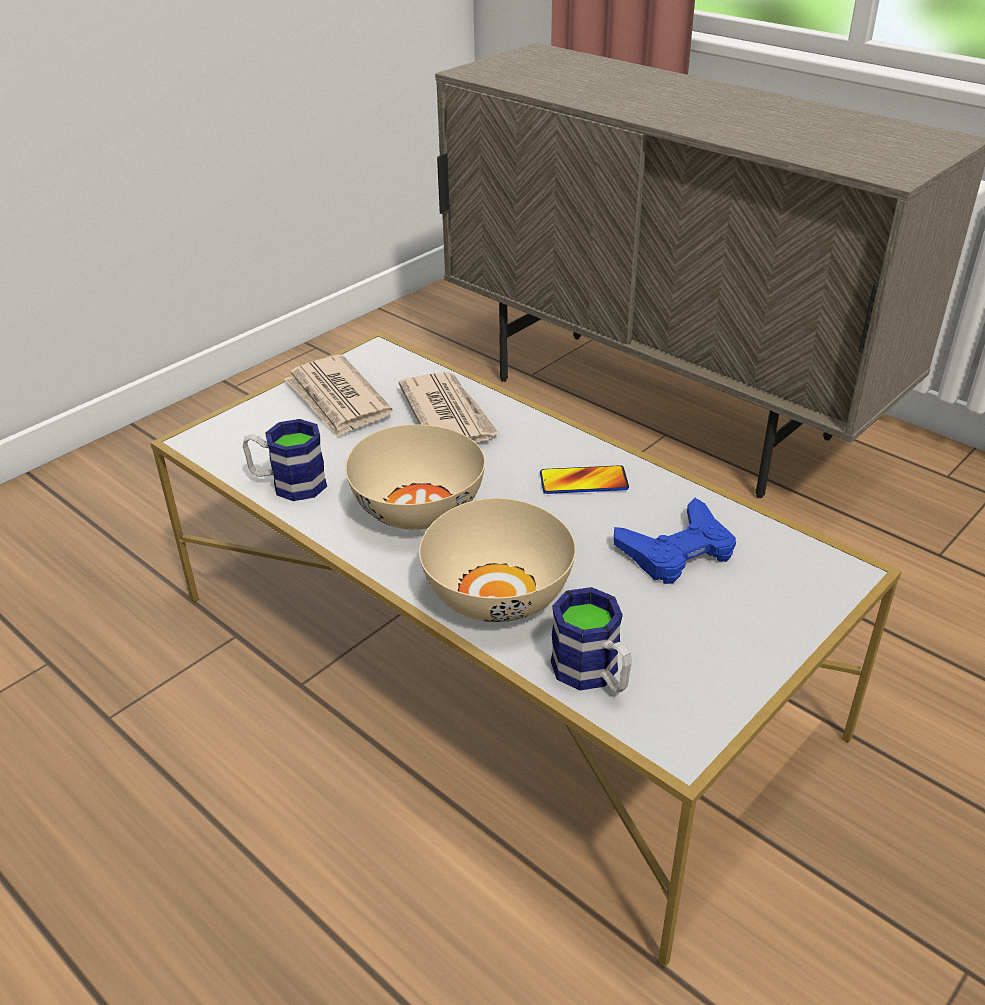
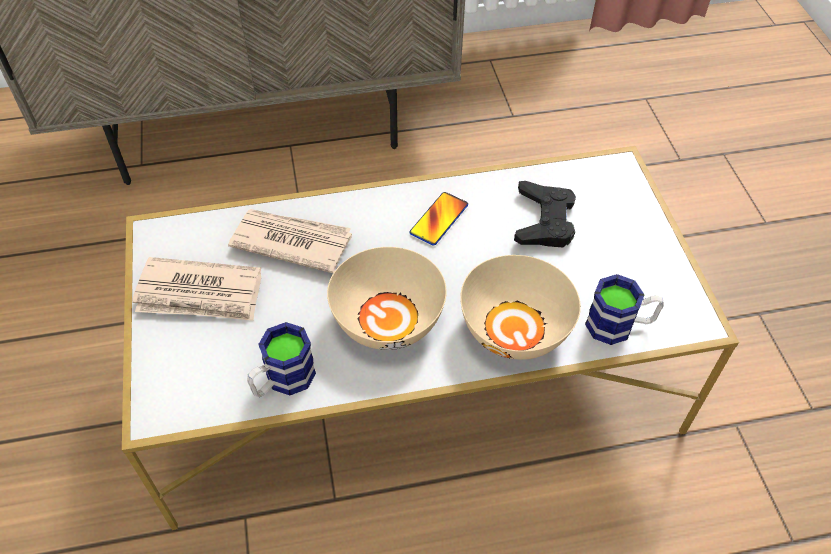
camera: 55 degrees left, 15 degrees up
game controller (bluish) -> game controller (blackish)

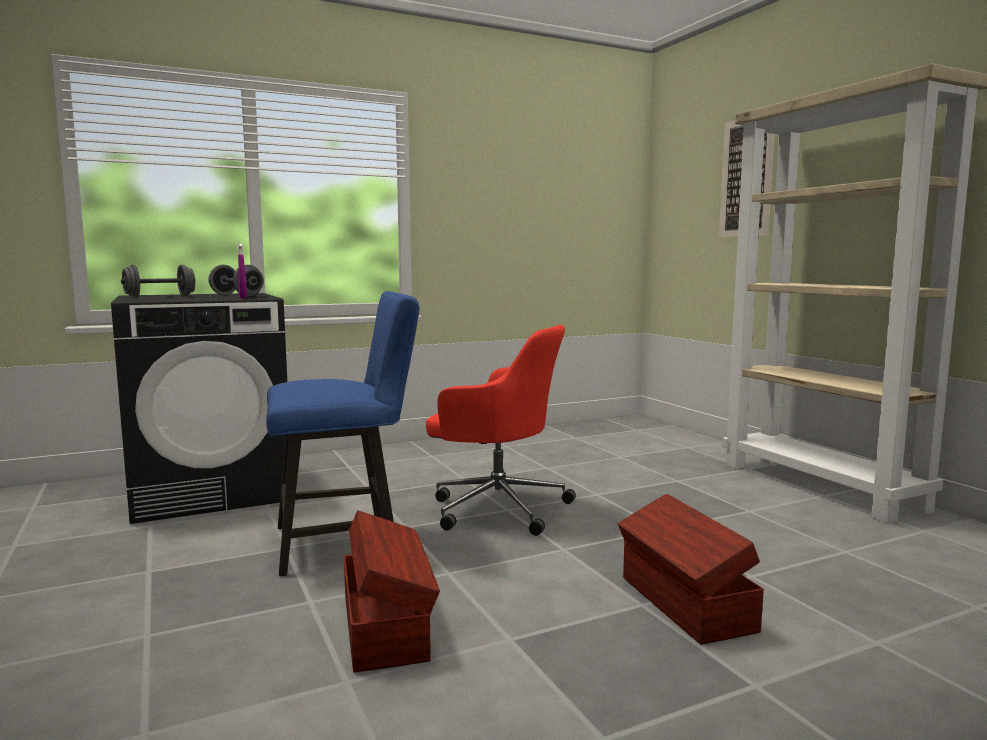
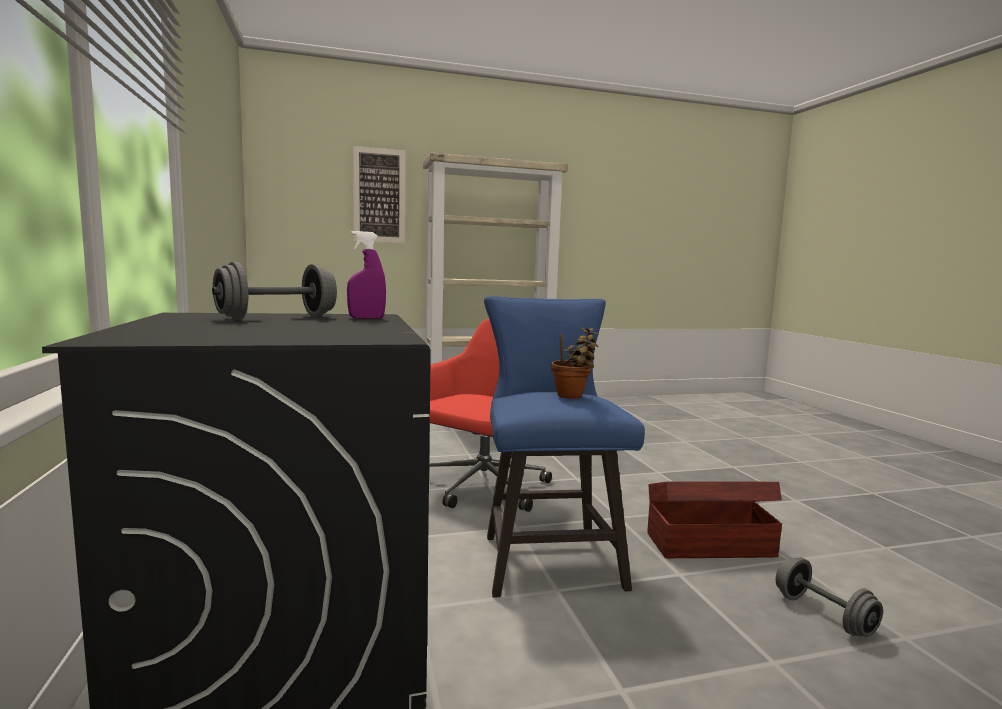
camera: 80 degrees left, 0 degrees up
none -> potted plant
dumbbell (greyish) (no. 1 from left in the first image) -> dumbbell (greyish) (no. 2 from left), shifted
storage bin (brown-coloured) (no. 2 from left) -> none

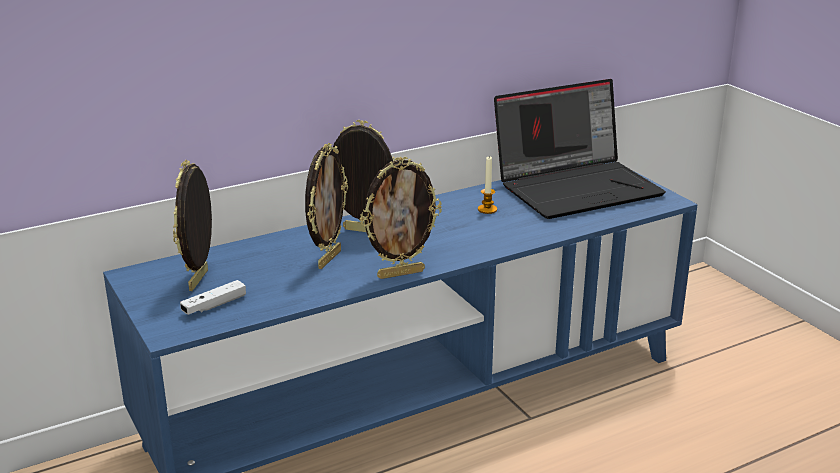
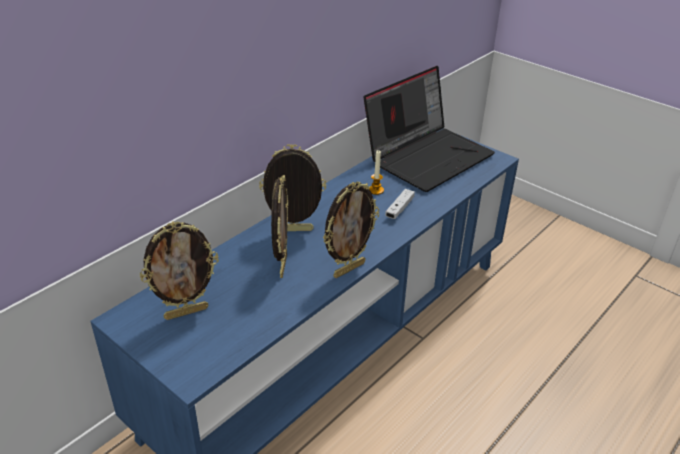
camera: 20 degrees left, 10 degrees up
photo frame (no. 1 from left), 105 degrees counterclockwise
game controller (white-coloured), shifted

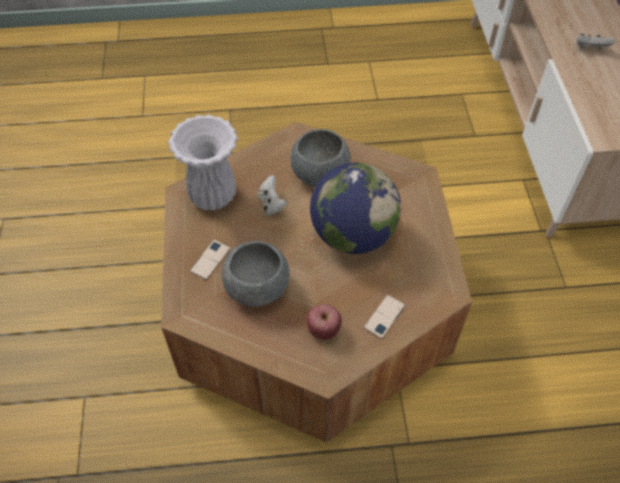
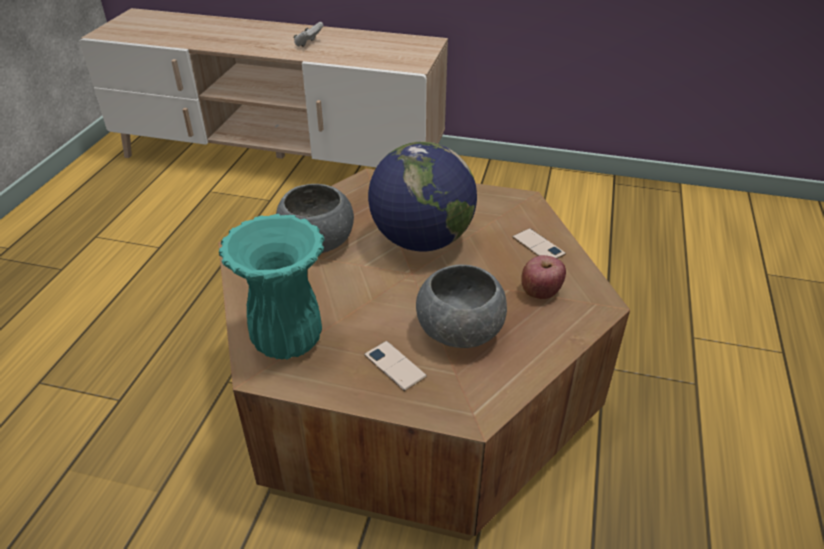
camera: 70 degrees left, 15 degrees down
vase (white-coloured) -> vase (turquoise-coloured)
game controller (white-coloured) (no. 1 from left) -> none

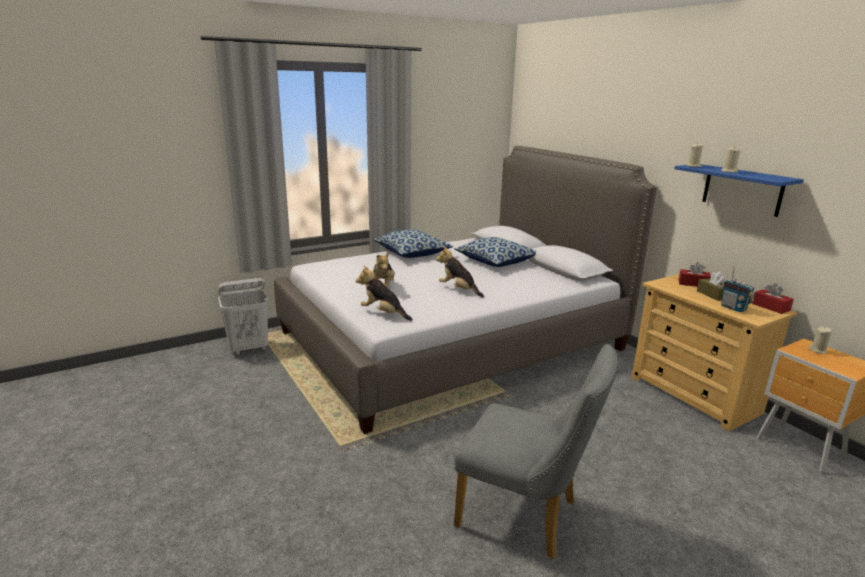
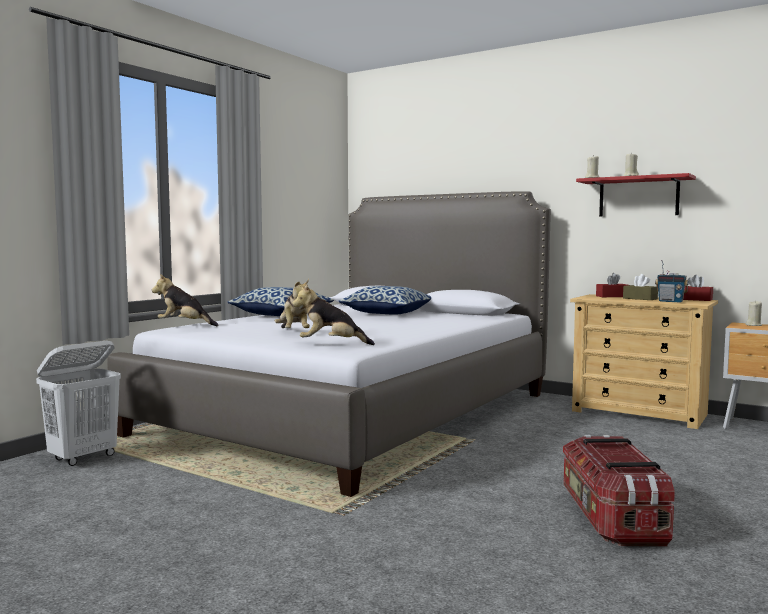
camera: 25 degrees left, 15 degrees down
plush toy (no. 3 from left in the first image) -> plush toy (no. 1 from left), shifted
plain chair (greyish) -> storage bin
bracket shelf (bluish) -> bracket shelf (reddish)

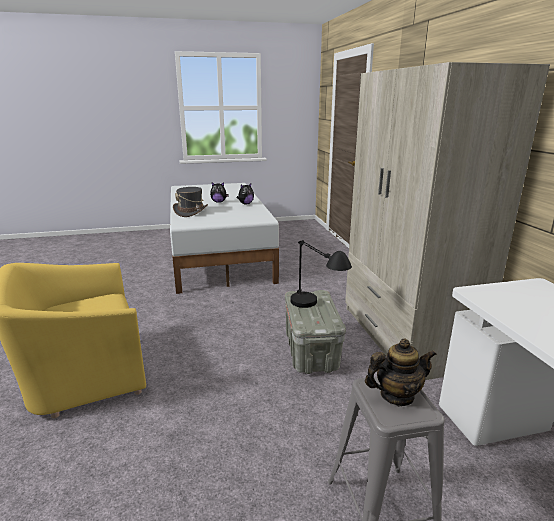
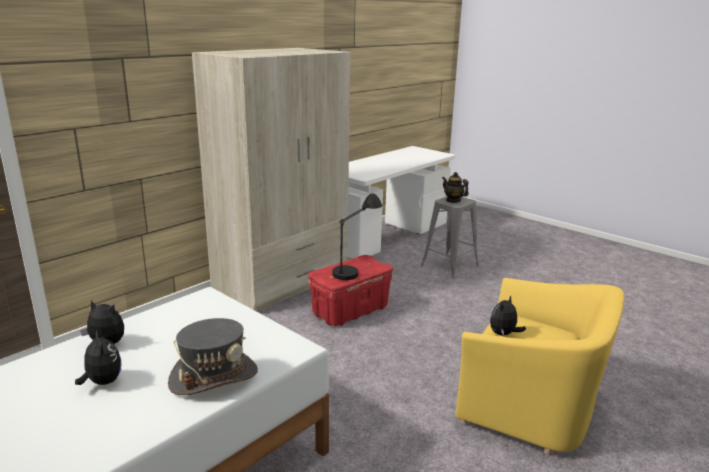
camera: 125 degrees left, 0 degrees up
storage bin (greyish) -> storage bin (reddish)
none -> plush toy (no. 3 from left)

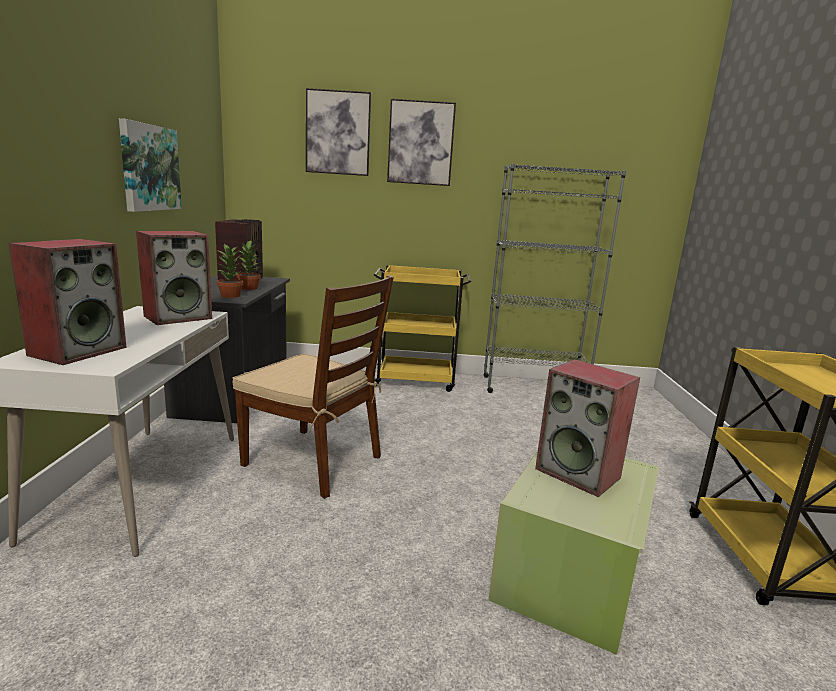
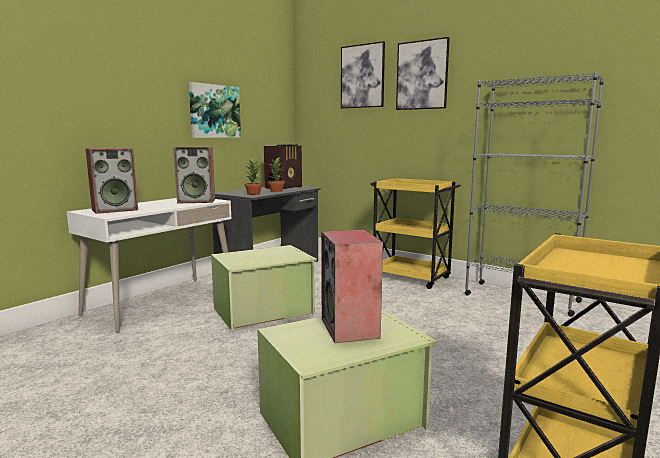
camera: 35 degrees right, 5 degrees down
plain chair (brown-coloured) -> storage bin (green-coloured) (no. 1 from left)

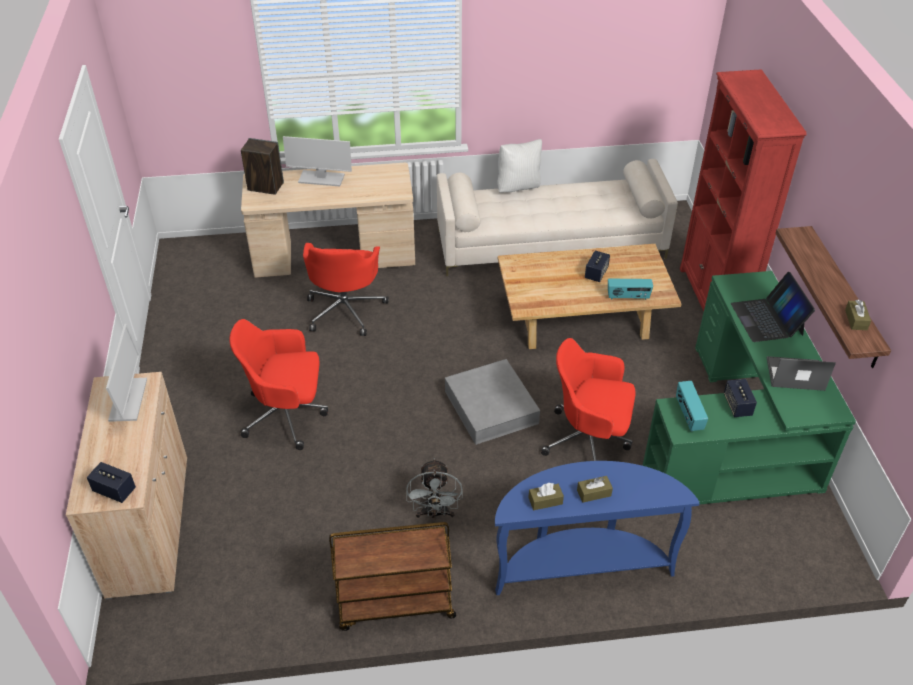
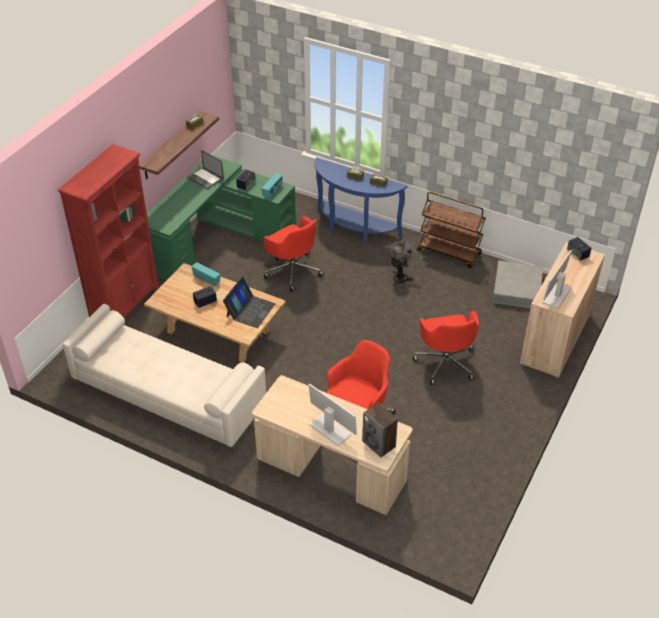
camera: 145 degrees left, 0 degrees up
portable computer (no. 1 from left in the first image) -> portable computer (no. 2 from left), shifted
desk chair (reddish) (no. 1 from left in the first image) -> desk chair (reddish) (no. 3 from left), 45 degrees clockwise
storage bin (greyish), shifted
cushion (white-coloured) -> none

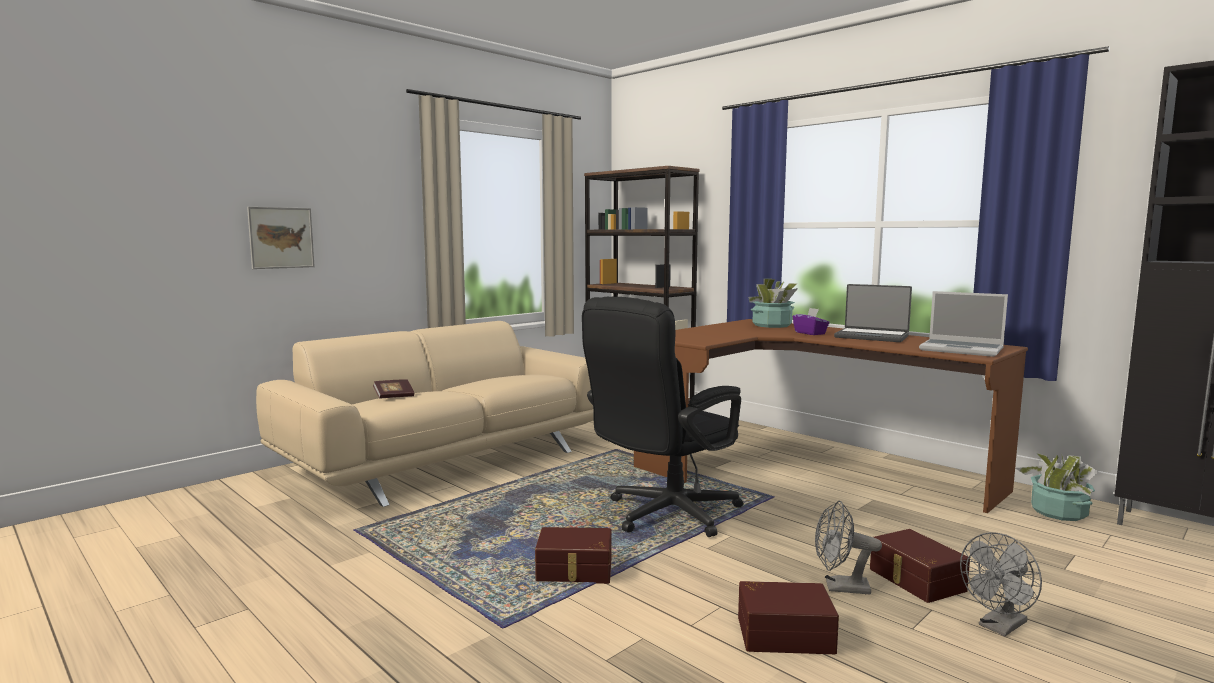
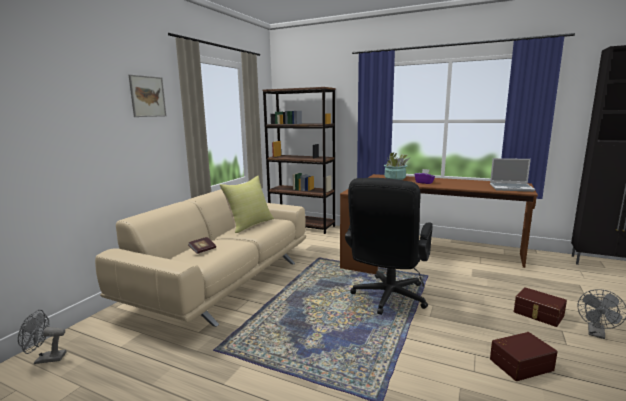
camera: 20 degrees left, 5 degrees up
fan (greyish) (no. 1 from left), shifted
picture, shifted
none -> cushion (yellow-coloured)
storage bin (brown-coloured) (no. 1 from left) -> none
portable computer (no. 1 from left) -> none
potted plant (no. 2 from left) -> none

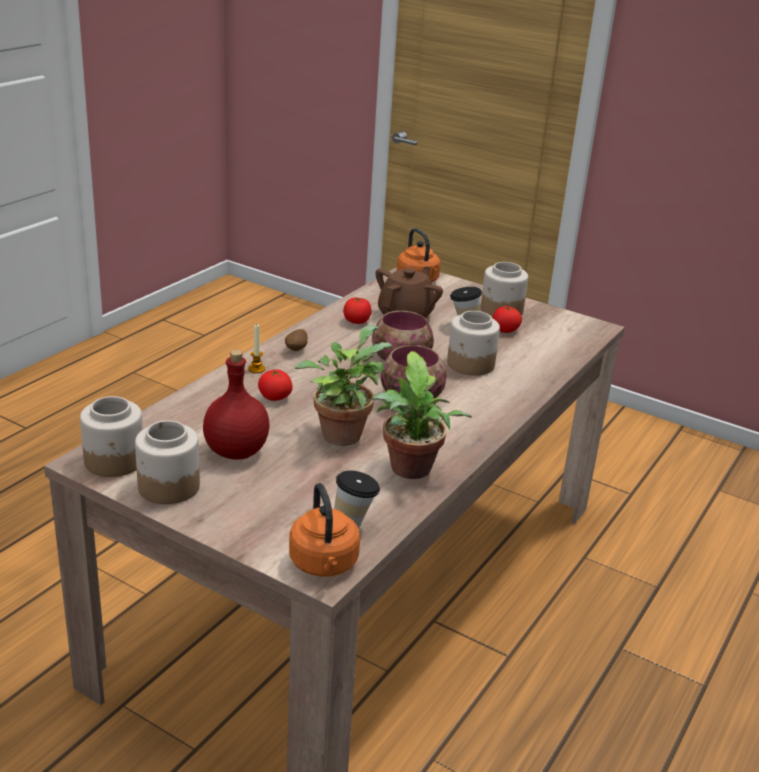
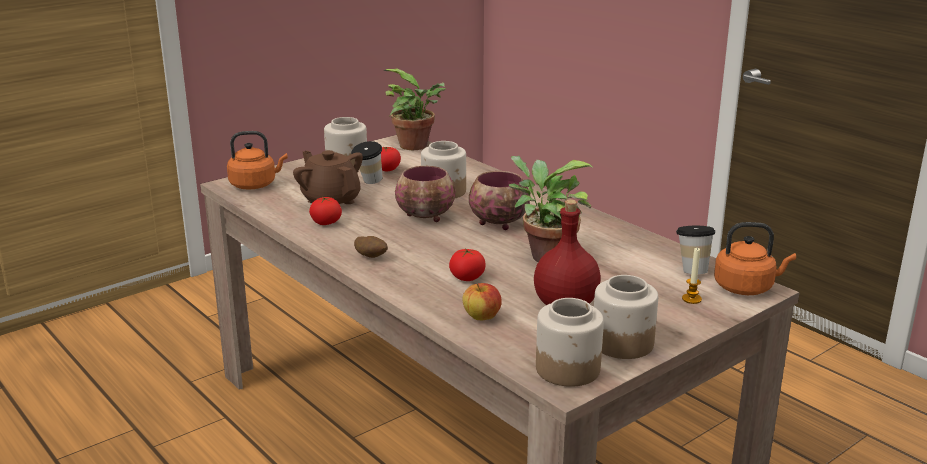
camera: 70 degrees left, 5 degrees down
potted plant (no. 2 from left in the first image) -> potted plant (no. 1 from left), shifted
none -> whole apple
wax candle, shifted

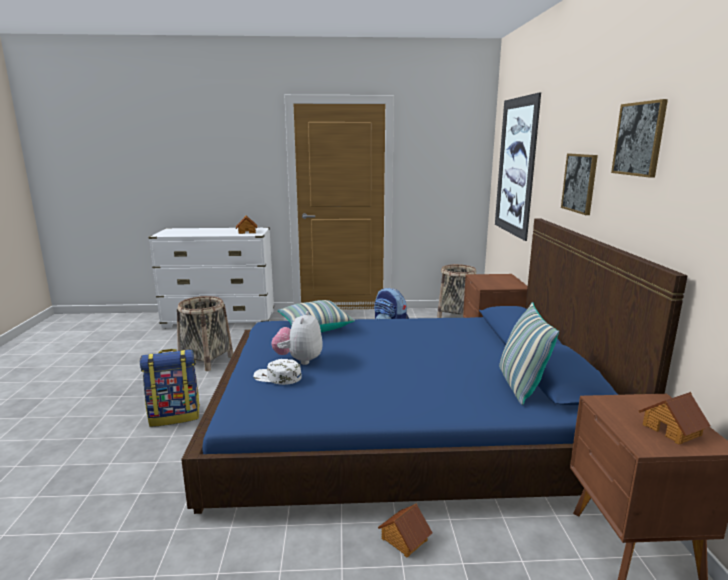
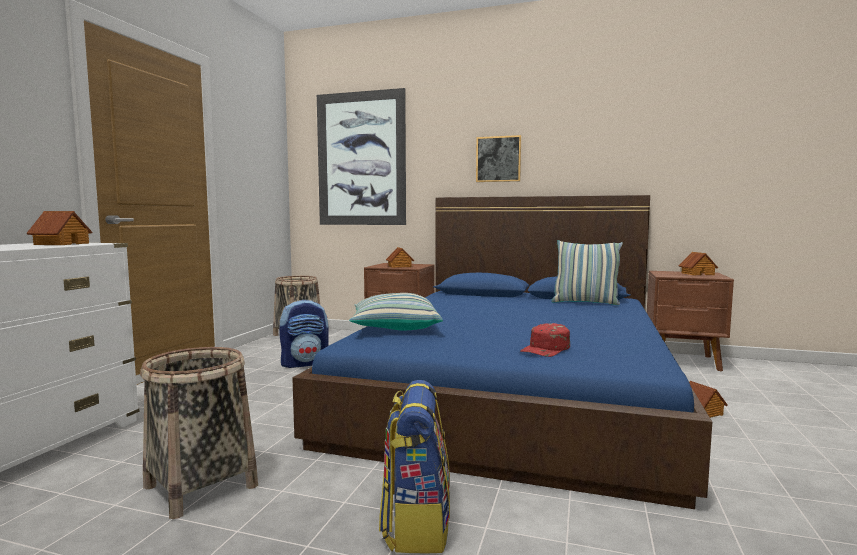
camera: 70 degrees left, 10 degrees down
none -> model house (no. 2 from left)
peaked cap (white-coloured) -> peaked cap (reddish)
plush toy -> none
picture (no. 3 from left) -> none

